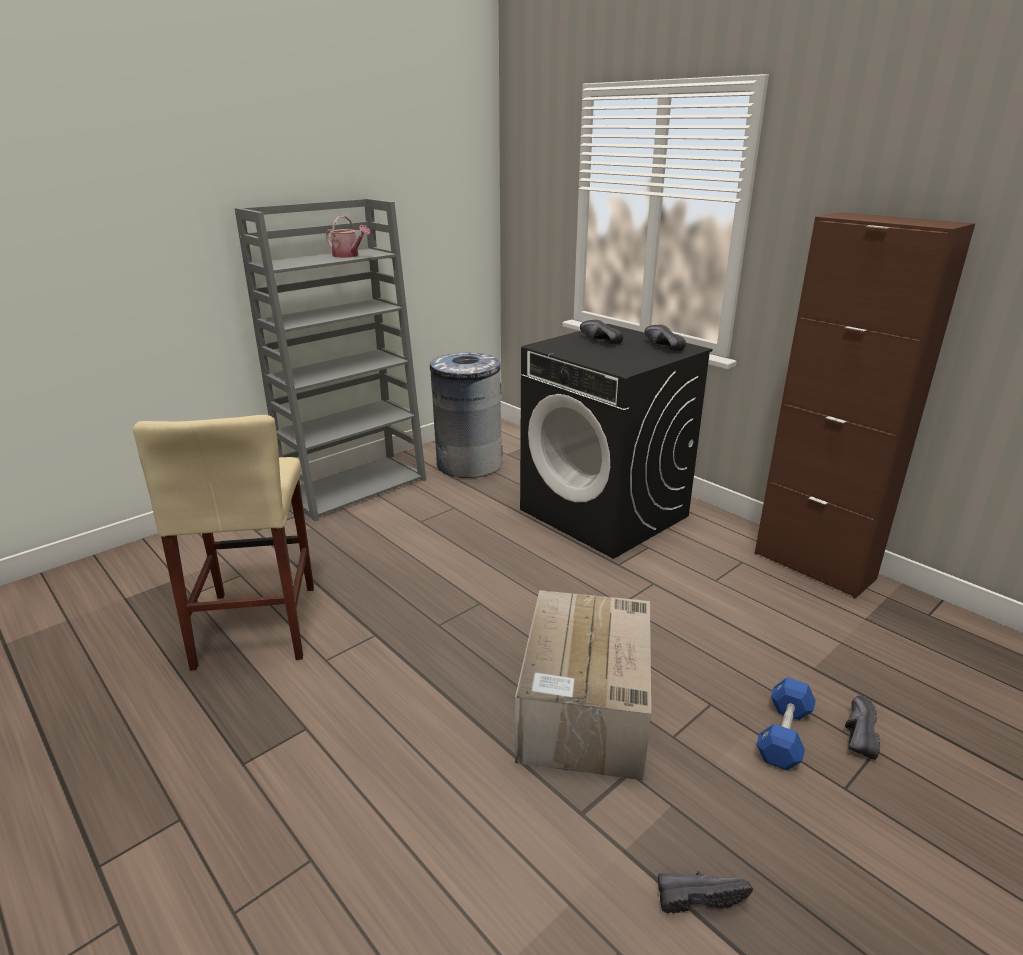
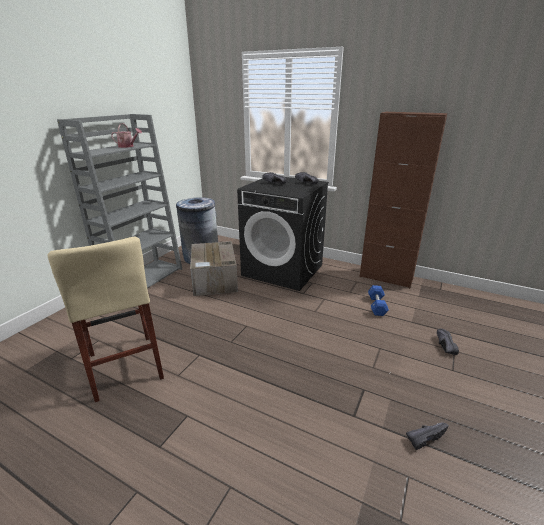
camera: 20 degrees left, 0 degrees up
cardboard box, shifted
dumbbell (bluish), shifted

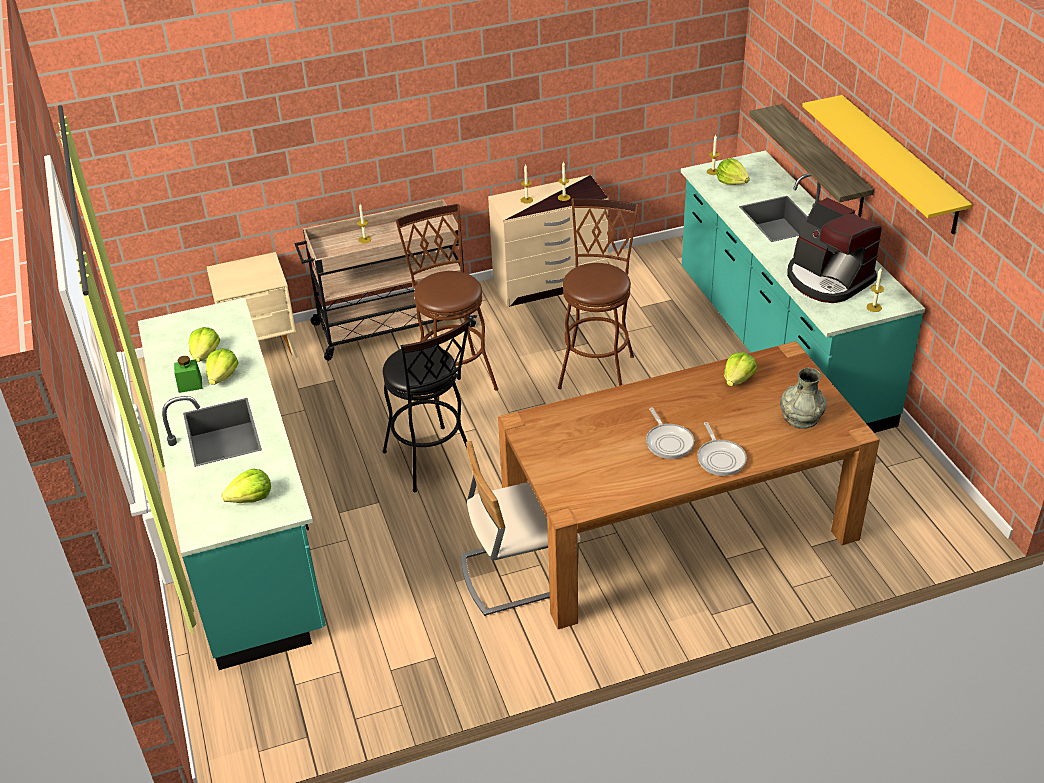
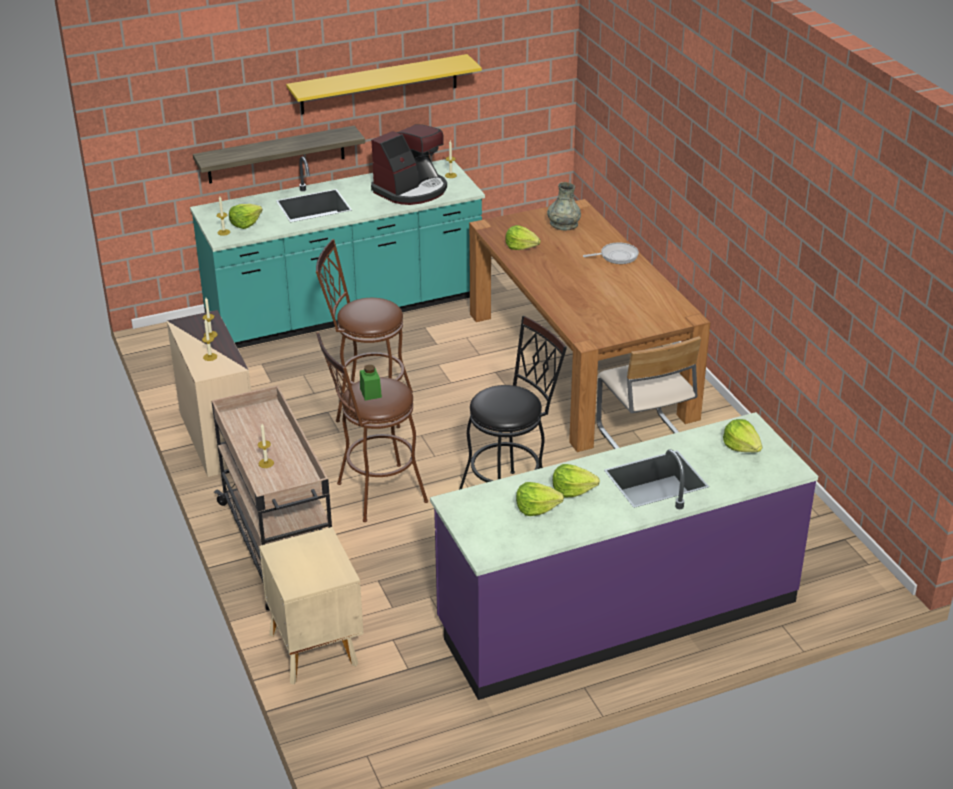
camera: 95 degrees left, 5 degrees down
preserve jar (green-coloured), shifted
kitchen base unit (turquoise-coloured) (no. 1 from left) -> kitchen base unit (purplish)
skillet (no. 1 from left) -> none

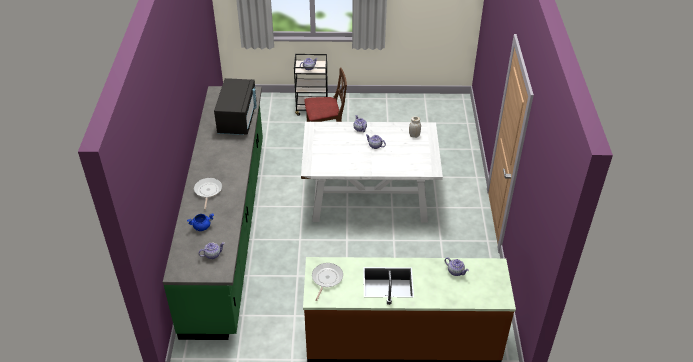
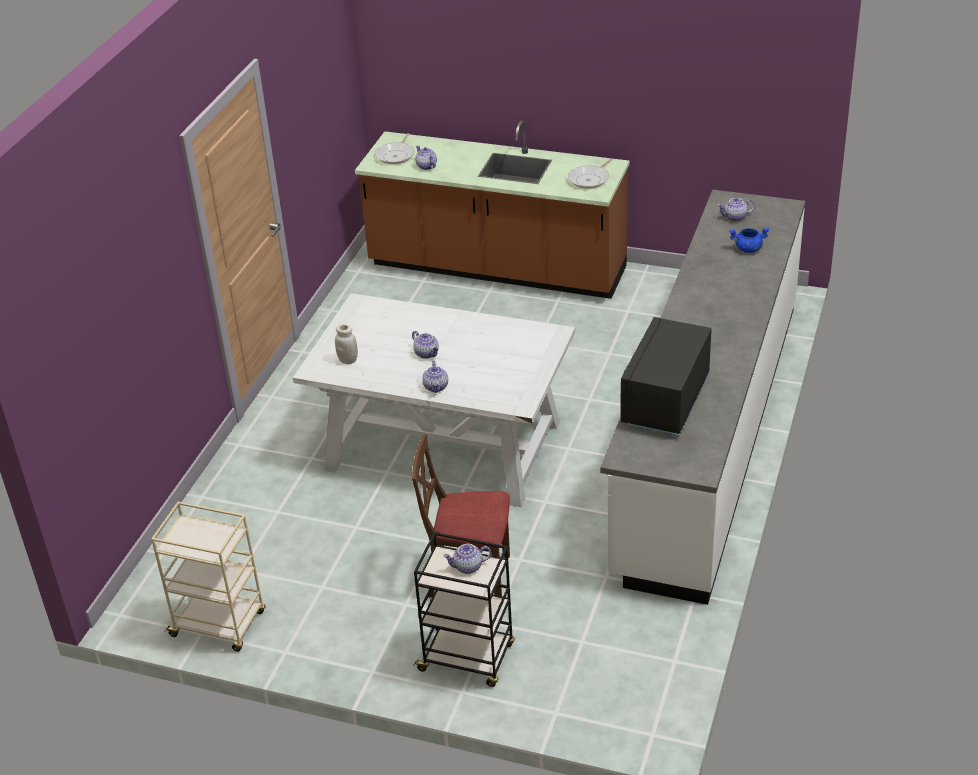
camera: 160 degrees left, 5 degrees down
none -> wheeled cart (beige)
skillet (no. 1 from left), shifted
kitchen base unit (green-coloured) -> kitchen base unit (white-coloured)

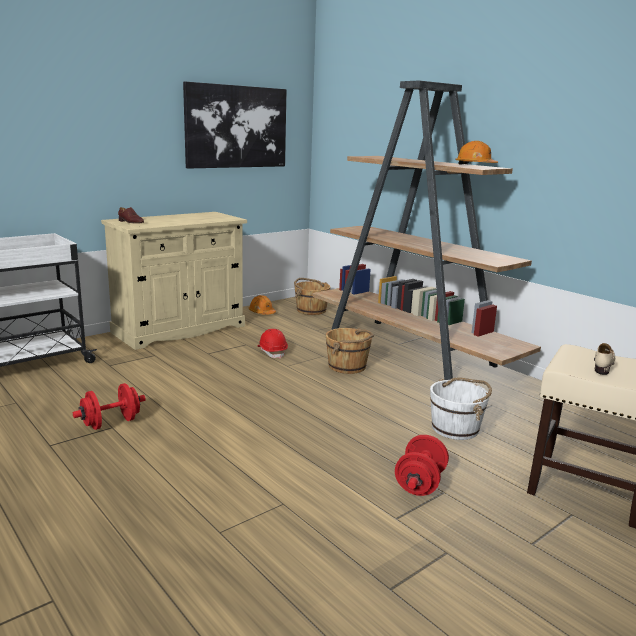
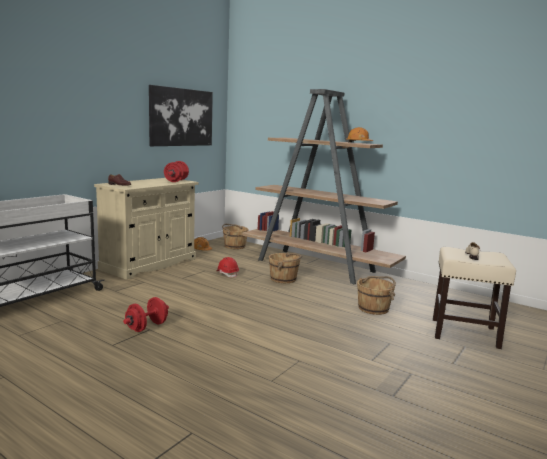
camera: 15 degrees left, 5 degrees down
dumbbell (reddish) (no. 2 from left), shifted
pail (white-coloured) -> pail (brown-coloured) (no. 3 from left)

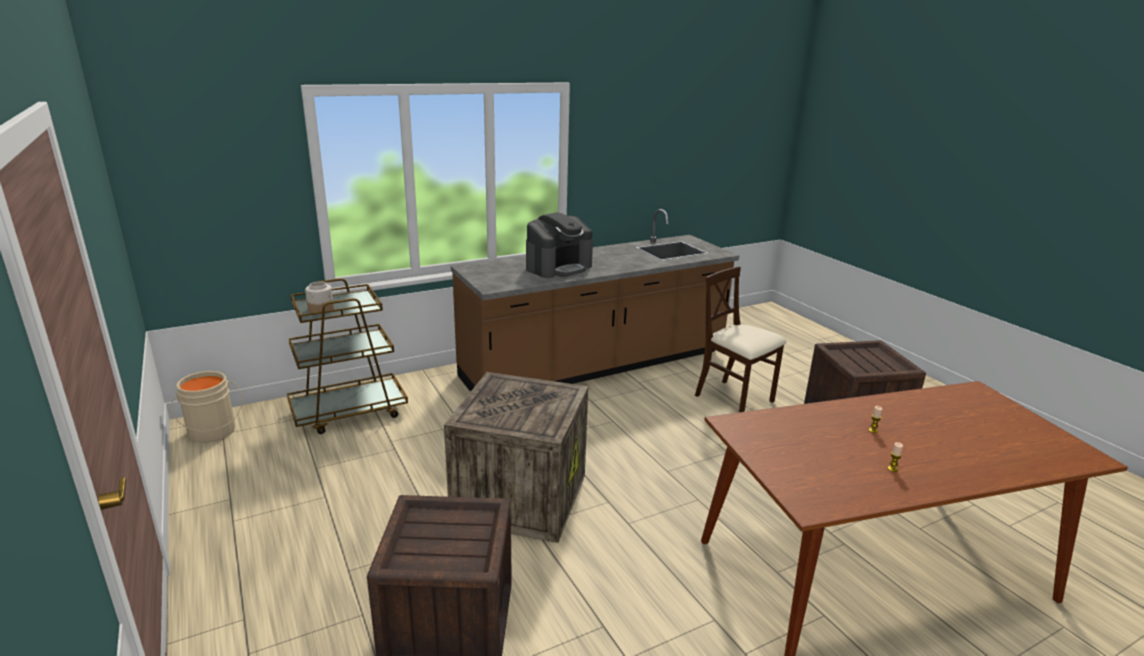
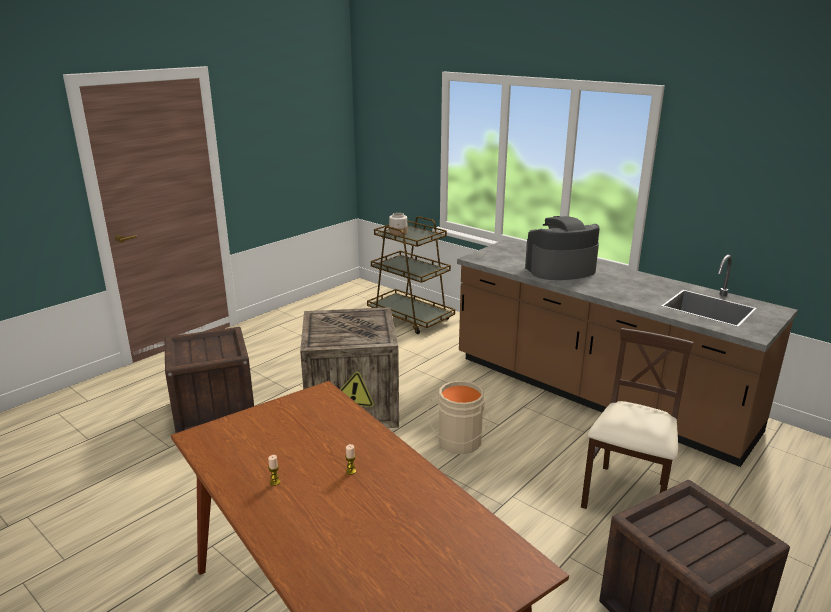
camera: 70 degrees right, 0 degrees up
pail (beige), shifted
coffee machine, 135 degrees clockwise

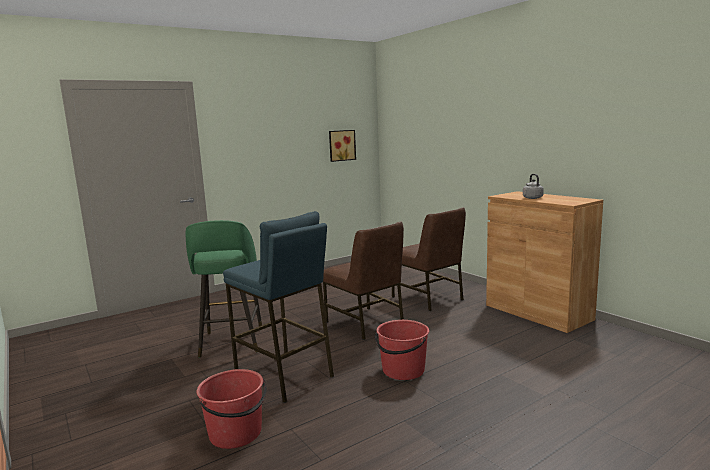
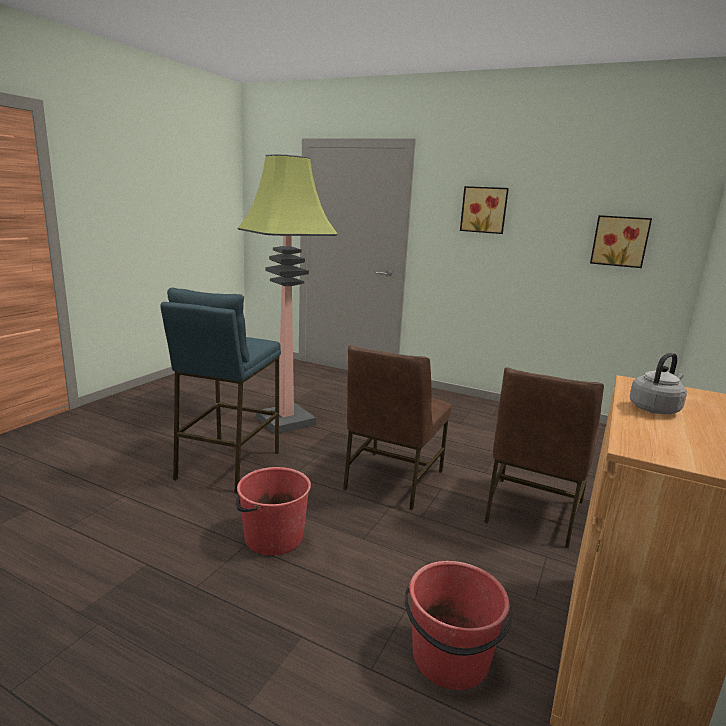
camera: 60 degrees right, 5 degrees up
stool seat (green-coloured) -> floor lamp
pail (reddish) (no. 1 from left in the first image) -> pail (reddish) (no. 2 from left), shifted
none -> picture (no. 1 from left)

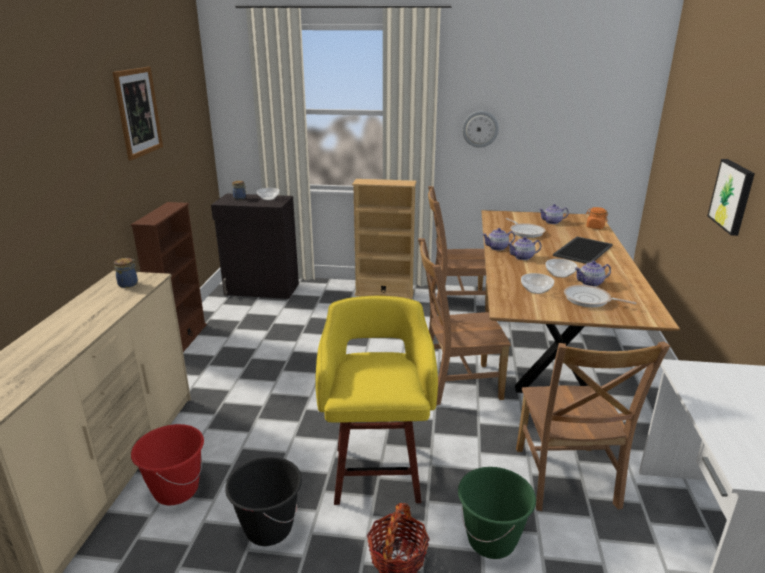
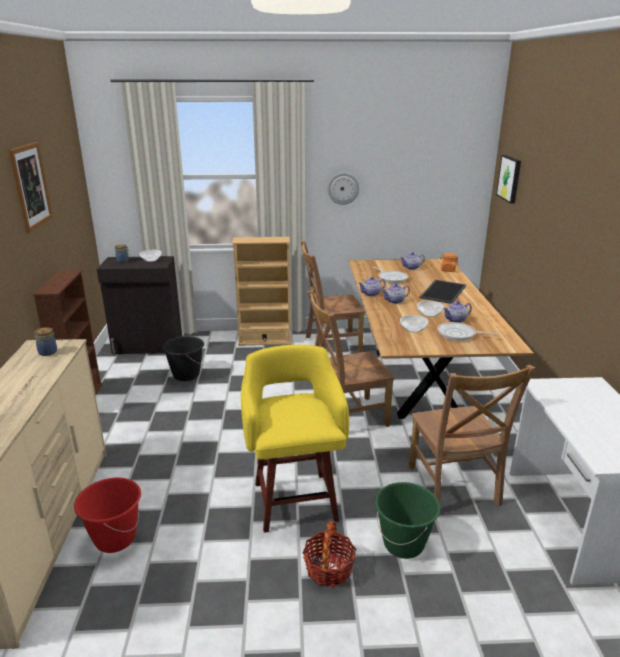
camera: 10 degrees left, 0 degrees up
pail (blackish), shifted
picture (no. 2 from left), shifted

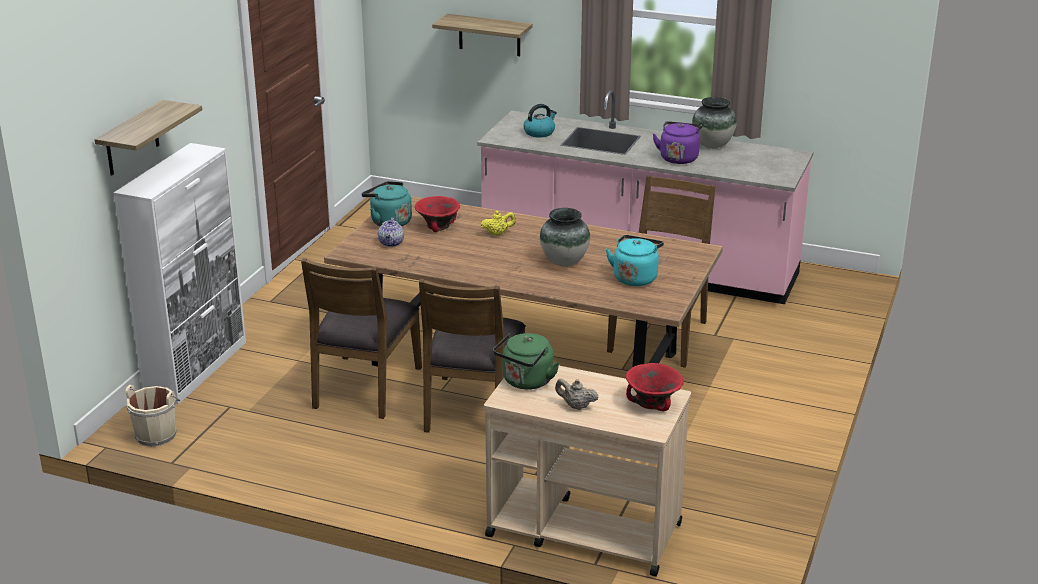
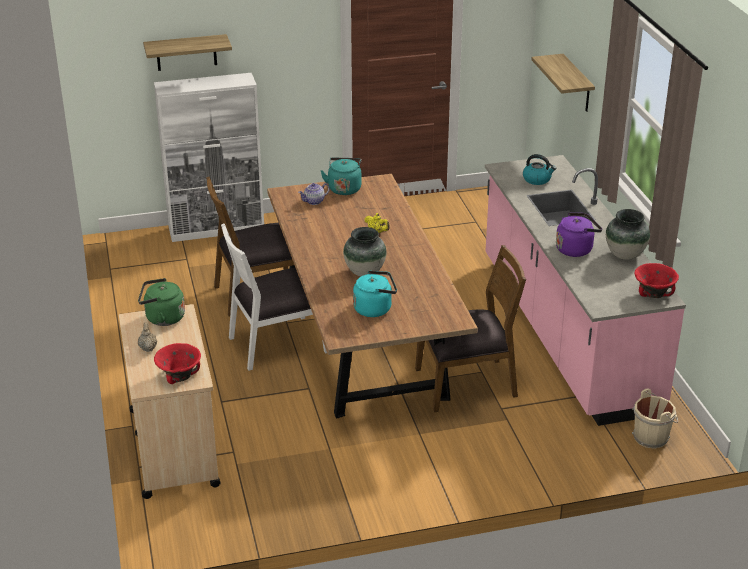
camera: 55 degrees right, 5 degrees up
plain chair (brown-coloured) (no. 2 from left) -> plain chair (white-coloured)
pail (beige), shifted
bowl (reddish) (no. 1 from left in the first image) -> bowl (reddish) (no. 2 from left), shifted

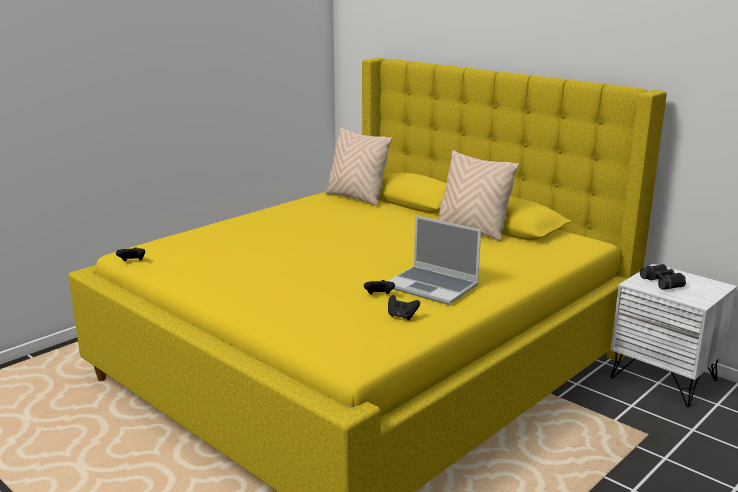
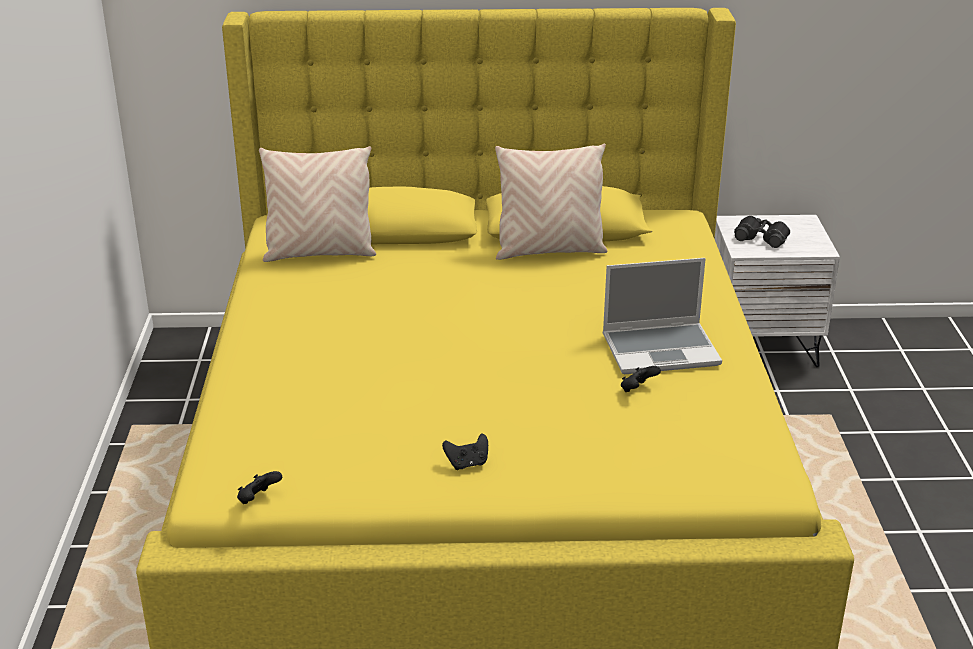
camera: 45 degrees left, 10 degrees up
game controller (blackish) (no. 3 from left in the first image) -> game controller (blackish) (no. 2 from left), shifted

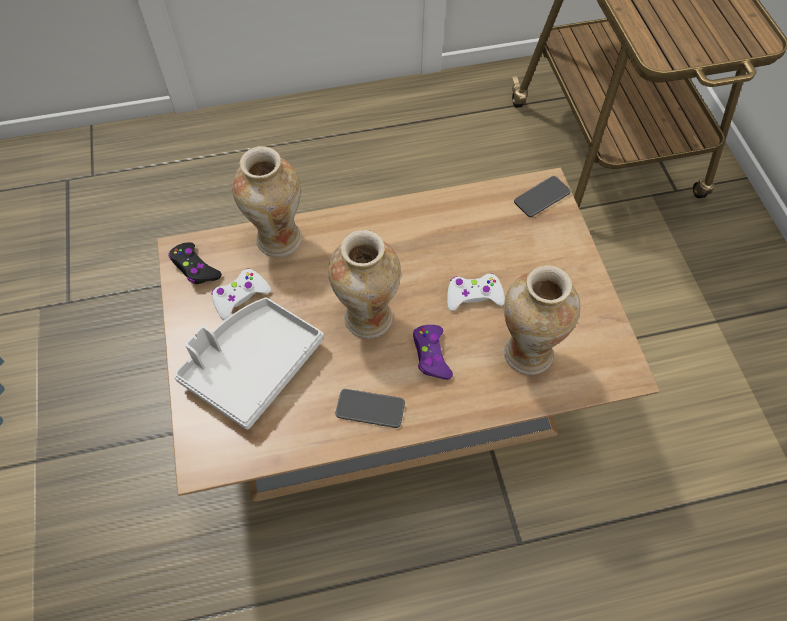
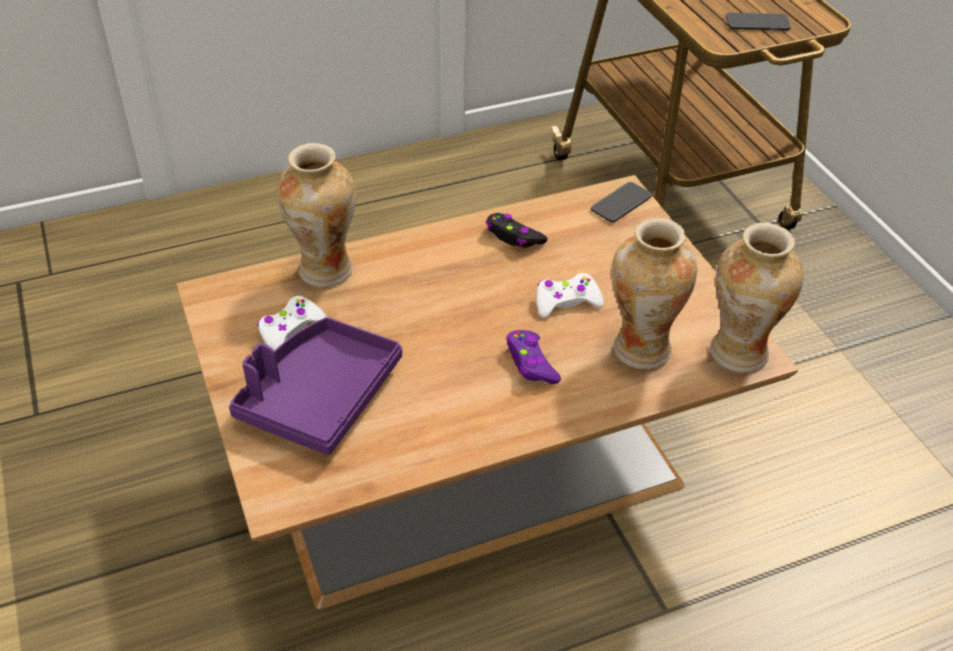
camera: 10 degrees left, 15 degrees down
serving tray (white-coloured) -> serving tray (purplish)
game controller (blackish), shifted
vase (no. 2 from left in the first image) -> vase (no. 3 from left), shifted
phone (no. 1 from left in the first image) -> phone (no. 2 from left), shifted

